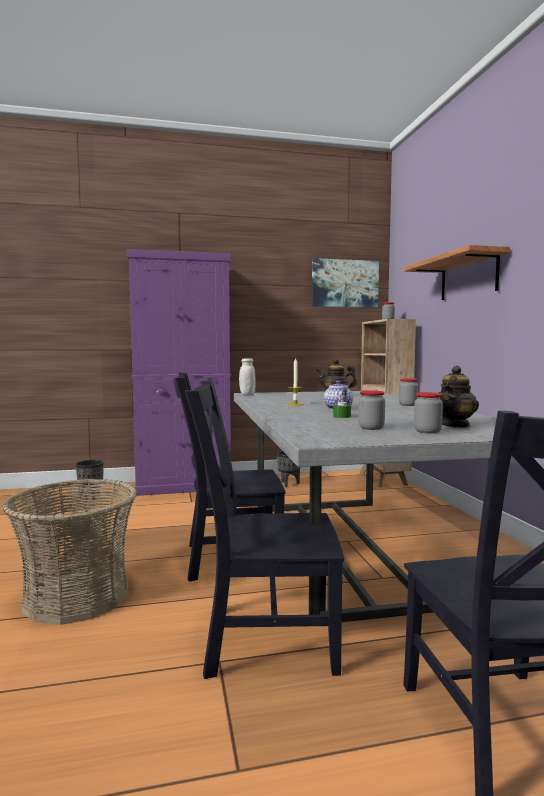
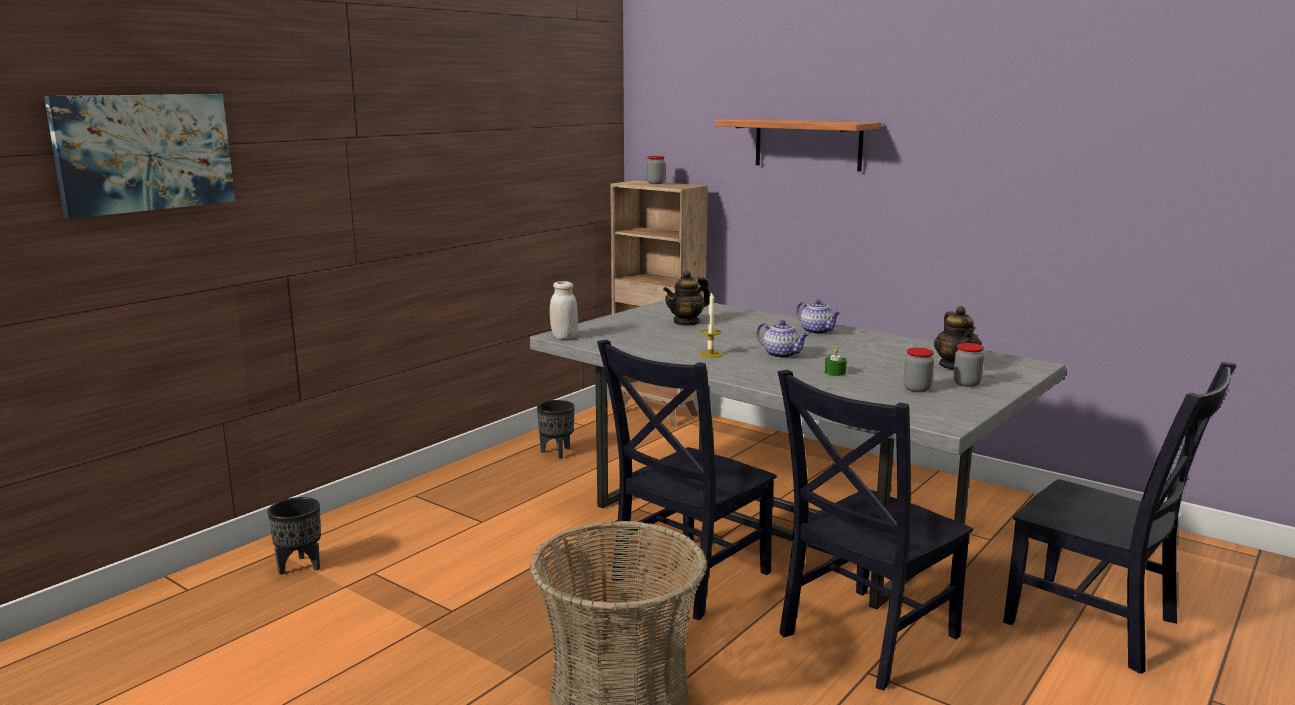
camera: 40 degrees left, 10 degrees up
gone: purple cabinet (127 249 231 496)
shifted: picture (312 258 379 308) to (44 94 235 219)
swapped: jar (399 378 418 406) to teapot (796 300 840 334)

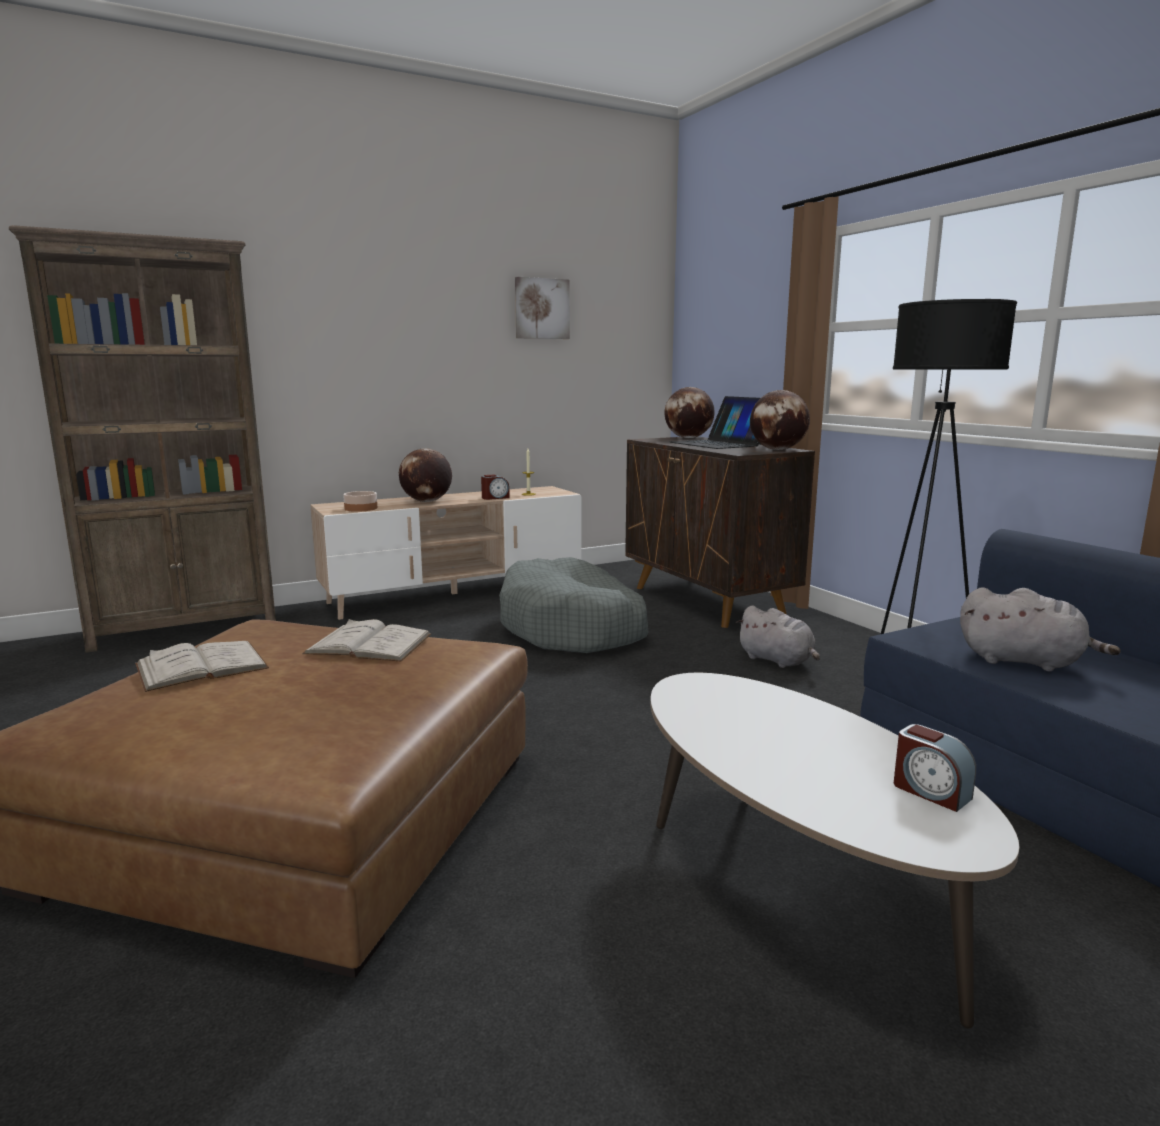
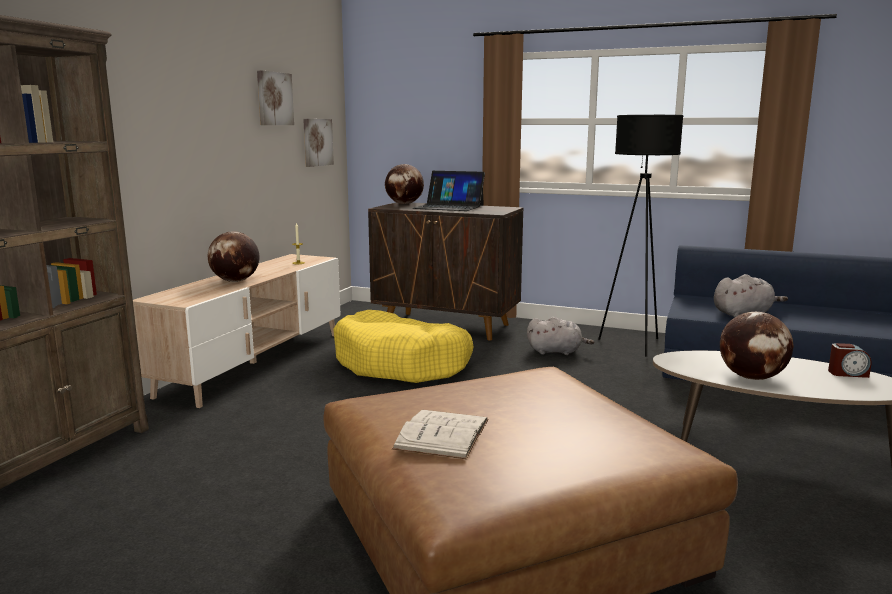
camera: 40 degrees left, 0 degrees up
gone: white book (302 619 431 662); bowl (343 491 377 512); alarm clock (481 474 510 500)
new: picture (303 119 334 167)
shifted: globe (750 390 810 450) to (720 312 794 380)
repainted: grey dog bed (499 557 648 653) to yellow dog bed (333 310 474 383)

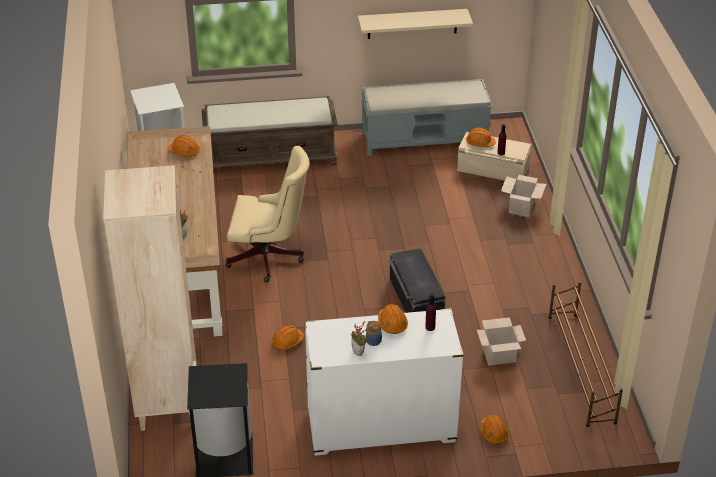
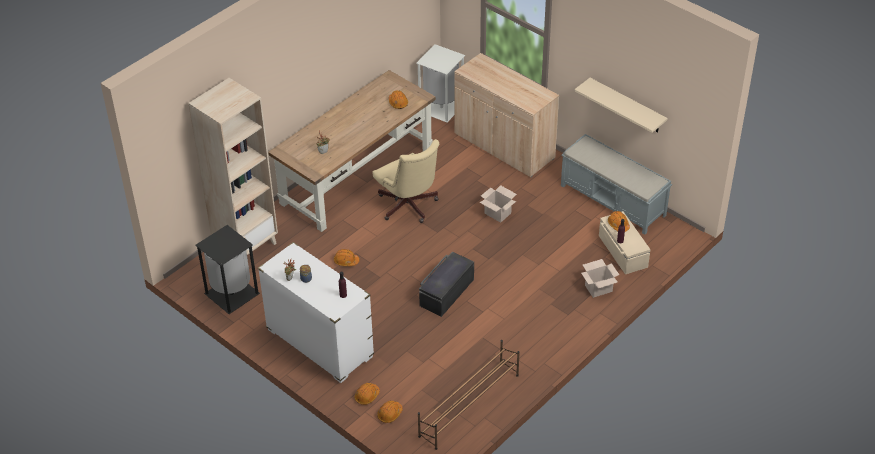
camera: 50 degrees right, 5 degrees up
shifted: orange hard hat (378 304 408 334) to (377 401 403 423); cardboard box (477 317 526 366) to (480 185 517 223)
swapped: brown bench (202 96 338 174) to beige cabinet (454 53 559 177)

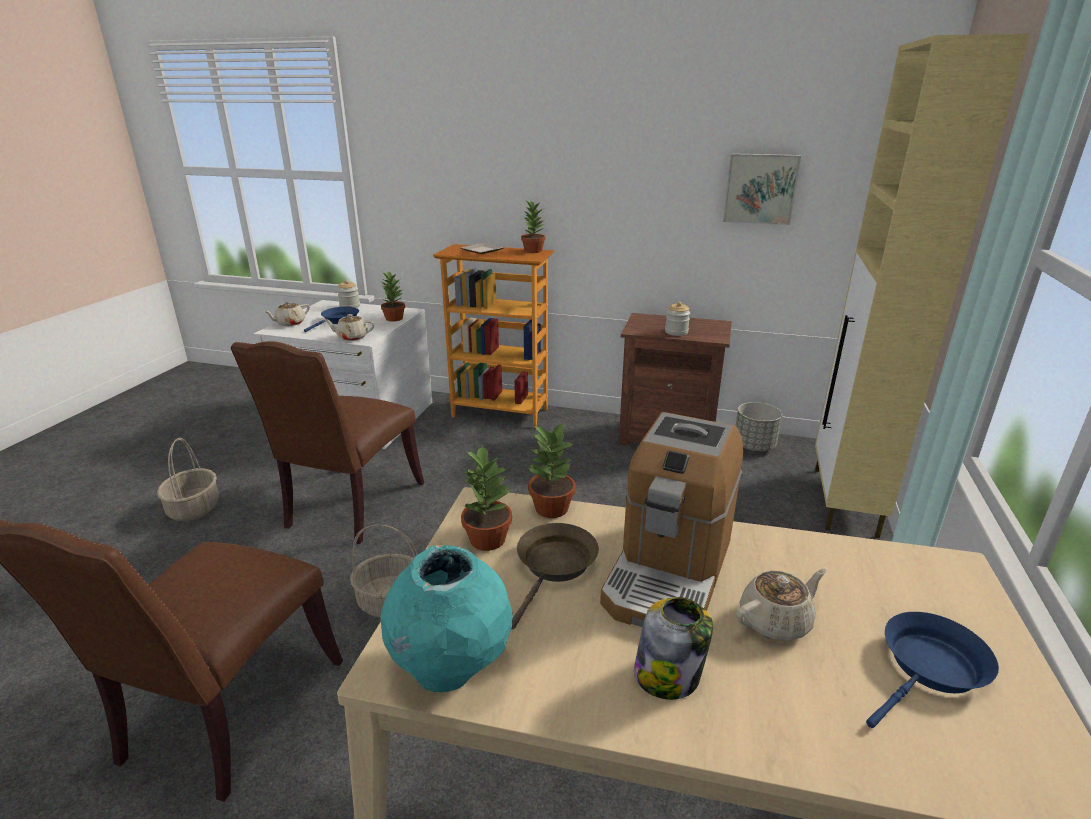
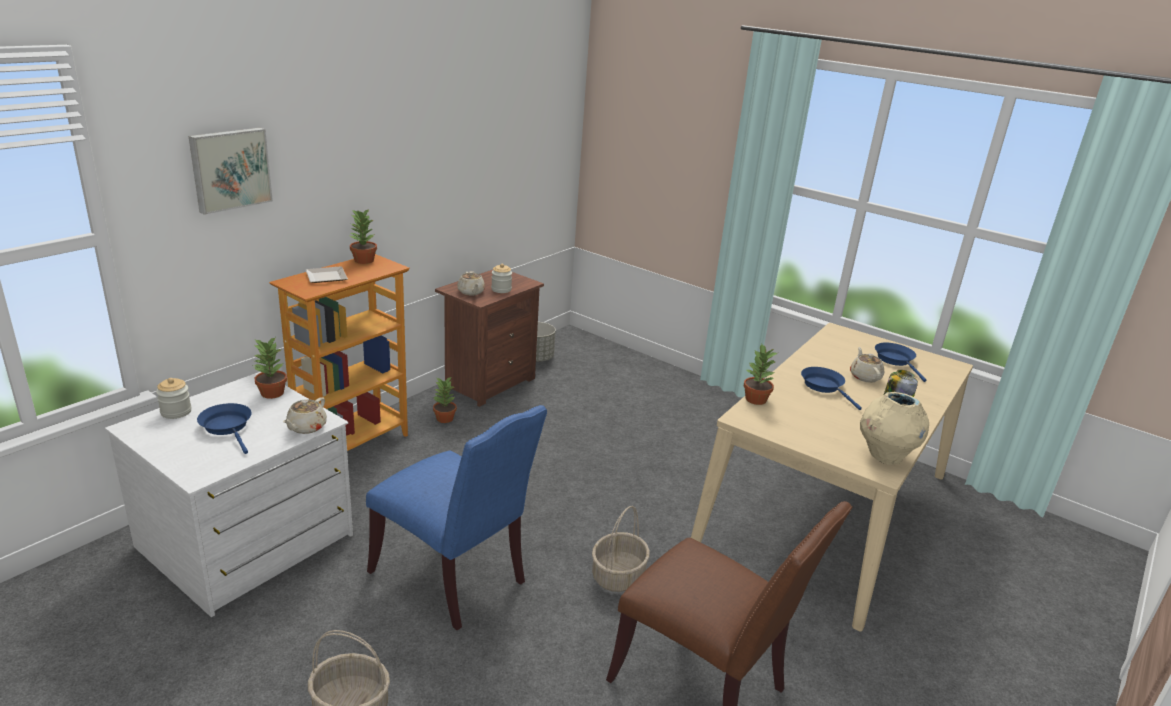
camera: 70 degrees left, 0 degrees up
gone: brown frying pan (511 523 599 629); beige cabinet (815 33 1030 538)
shifted: beige teapot (263 301 310 326) to (457 271 485 295); potted plant (461 444 512 551) to (433 378 457 423); picture (723 153 801 225) to (189 128 273 215)
swapped: coffee machine (600 412 743 627) to blue frying pan (801 367 862 410)
repainted: brown chair (231 341 424 544) to blue chair (366 405 547 630); turquoise vase (380 545 513 692) to beige vase (860 392 929 465)

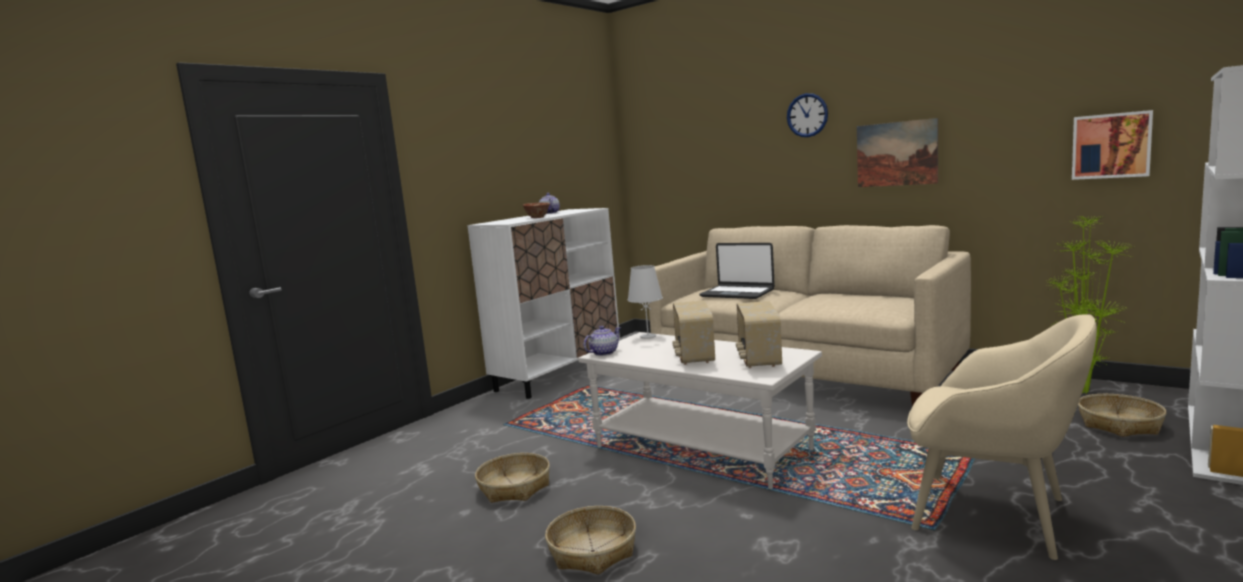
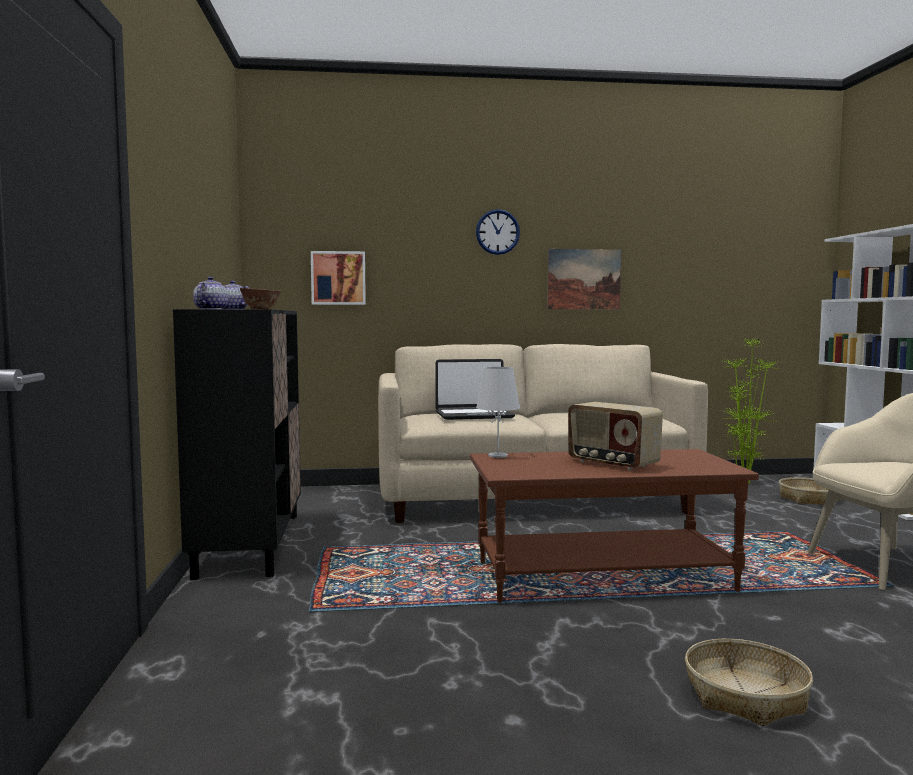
camera: 45 degrees left, 5 degrees down
gone: basket (475 453 550 503); radio (736 301 782 368)
shifted: teapot (584 326 620 356) to (193 277 228 309); picture (1072 110 1153 180) to (311 251 366 305)
repainted: white cabinet (467 208 620 399) to black cabinet (173 309 301 580); white coffee table (578 332 822 489) to brown coffee table (470 449 759 603)

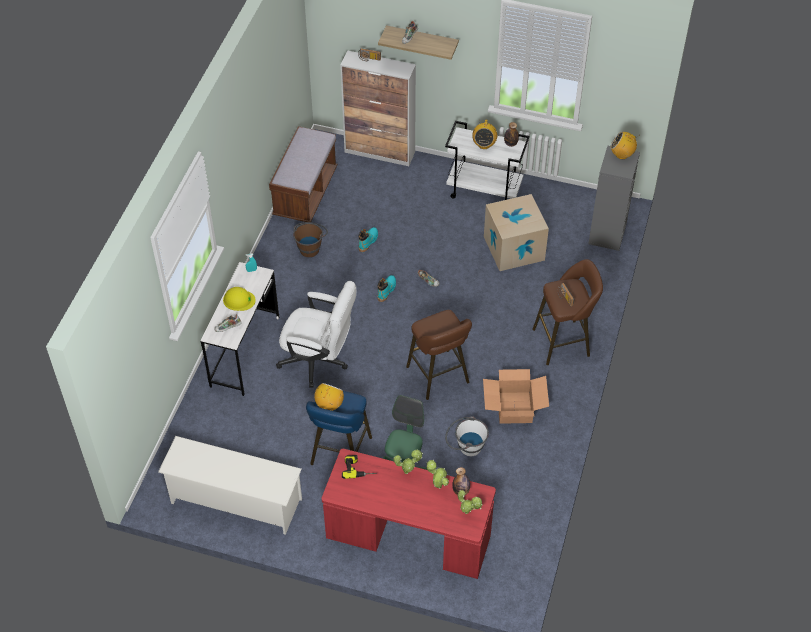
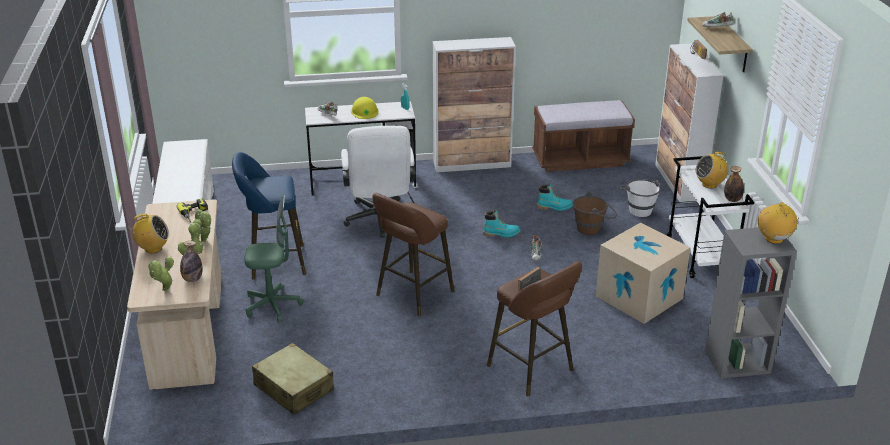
camera: 65 degrees right, 20 degrees down
gone: cardboard box (483 369 549 424)
new: beige suitcase (252 343 334 415); cabinet (433 37 516 172)
shifted: brown bucket (293 222 328 257) to (573 192 617 235); radio (314 383 344 411) to (132 213 169 253); white bucket (445 416 489 456) to (619 179 661 217)
repainted: red desk (321 449 496 579) to beige desk (127 199 222 390)

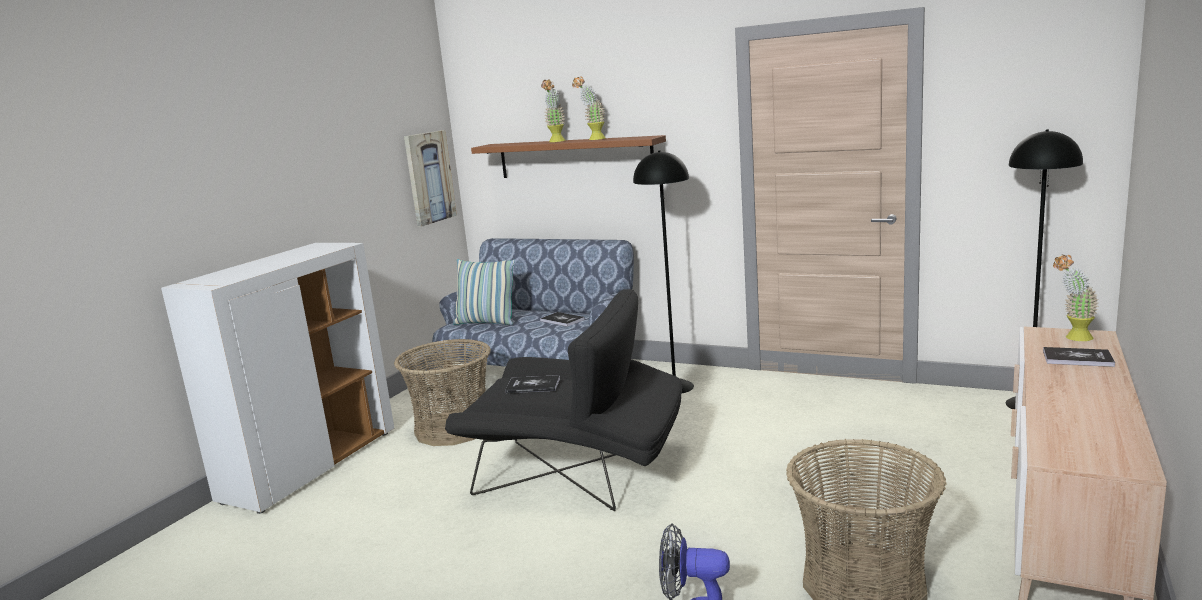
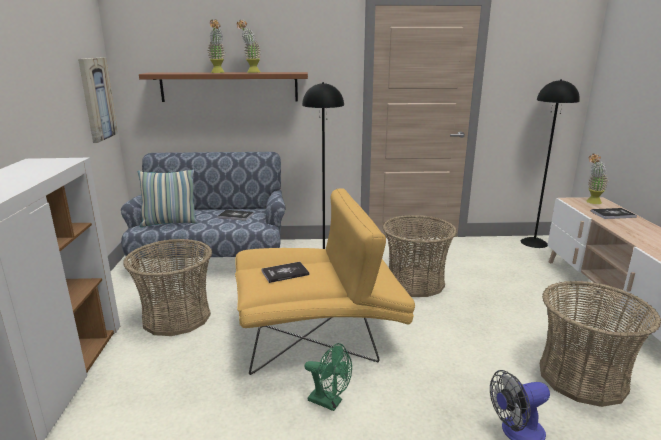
camera: 30 degrees left, 5 degrees up
new: green fan (304 343 352 411); basket (382 215 457 297)
repainted: black armchair (445 289 682 511) to yellow armchair (235 188 415 375)

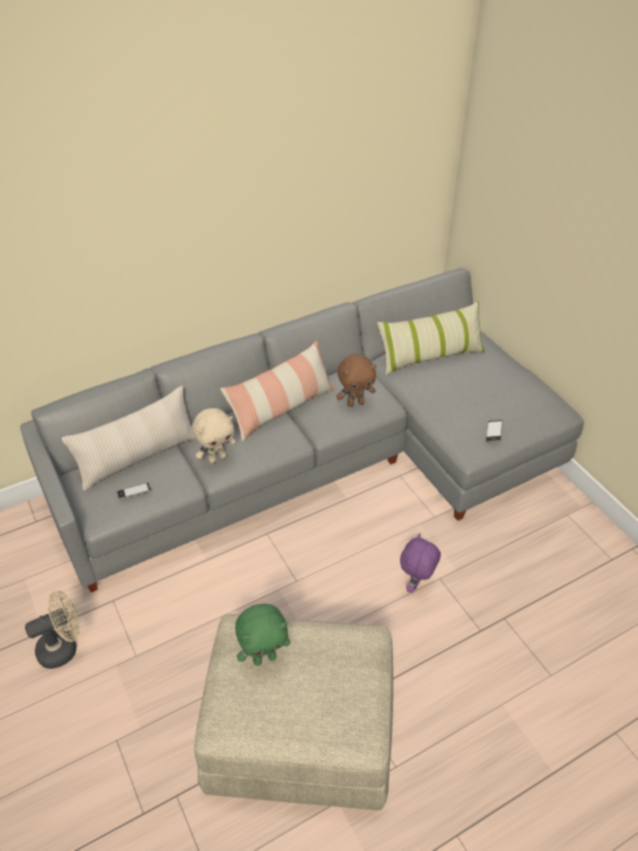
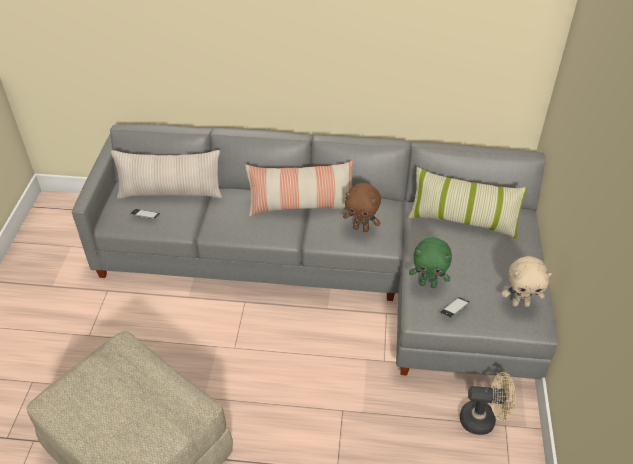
camera: 35 degrees right, 0 degrees up
gone: purple plush toy (400 533 441 593)
shifted: beige fan (25 590 80 669) to (460 372 516 435); beige plush toy (192 408 236 463) to (502 256 552 307); green plush toy (235 604 290 666) to (409 237 452 288)

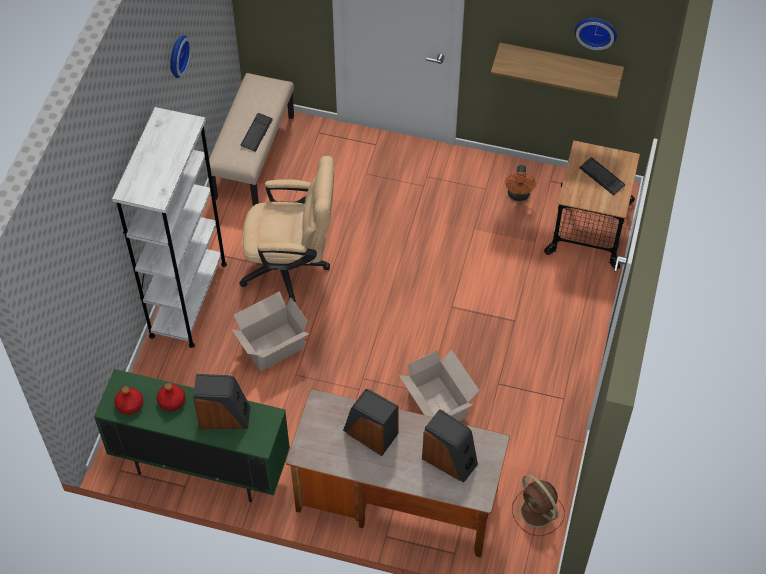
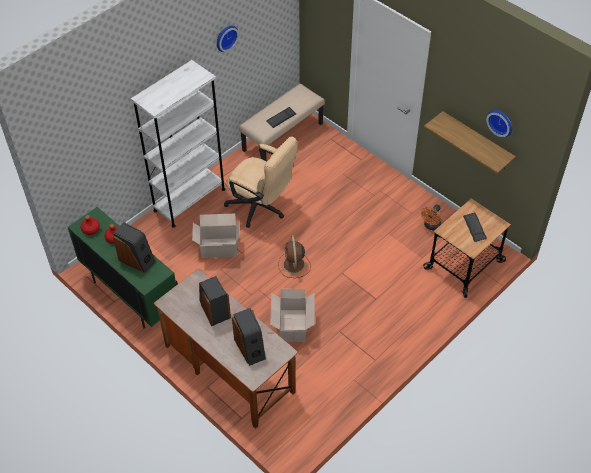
camera: 30 degrees right, 5 degrees down
shifted: brown fan (512 474 565 536) to (278 235 311 278)

